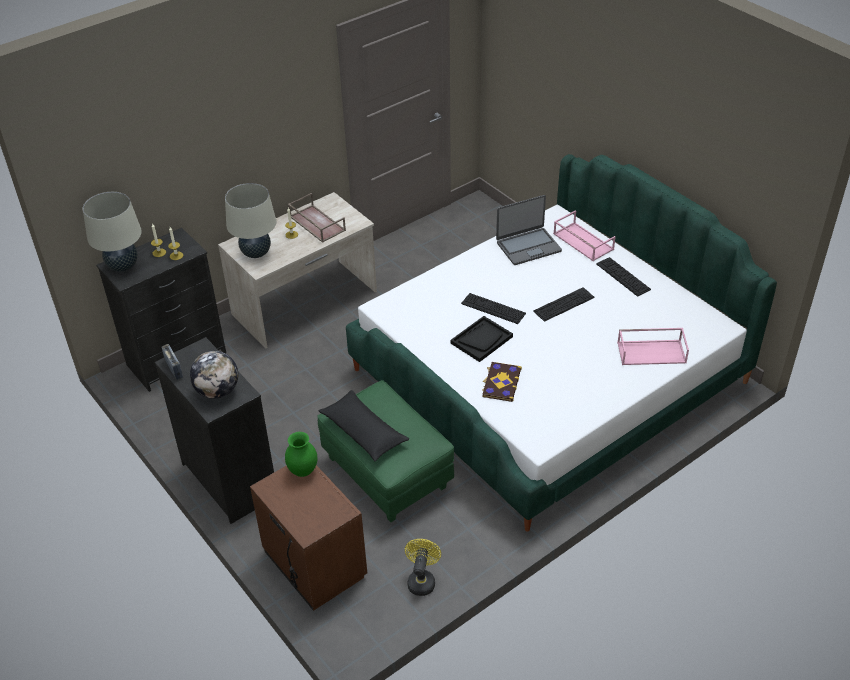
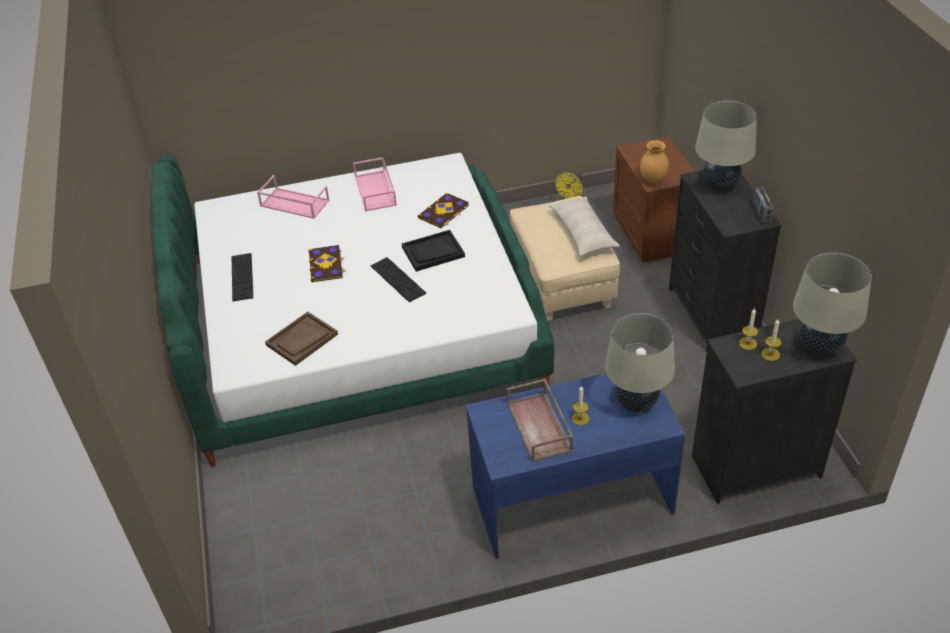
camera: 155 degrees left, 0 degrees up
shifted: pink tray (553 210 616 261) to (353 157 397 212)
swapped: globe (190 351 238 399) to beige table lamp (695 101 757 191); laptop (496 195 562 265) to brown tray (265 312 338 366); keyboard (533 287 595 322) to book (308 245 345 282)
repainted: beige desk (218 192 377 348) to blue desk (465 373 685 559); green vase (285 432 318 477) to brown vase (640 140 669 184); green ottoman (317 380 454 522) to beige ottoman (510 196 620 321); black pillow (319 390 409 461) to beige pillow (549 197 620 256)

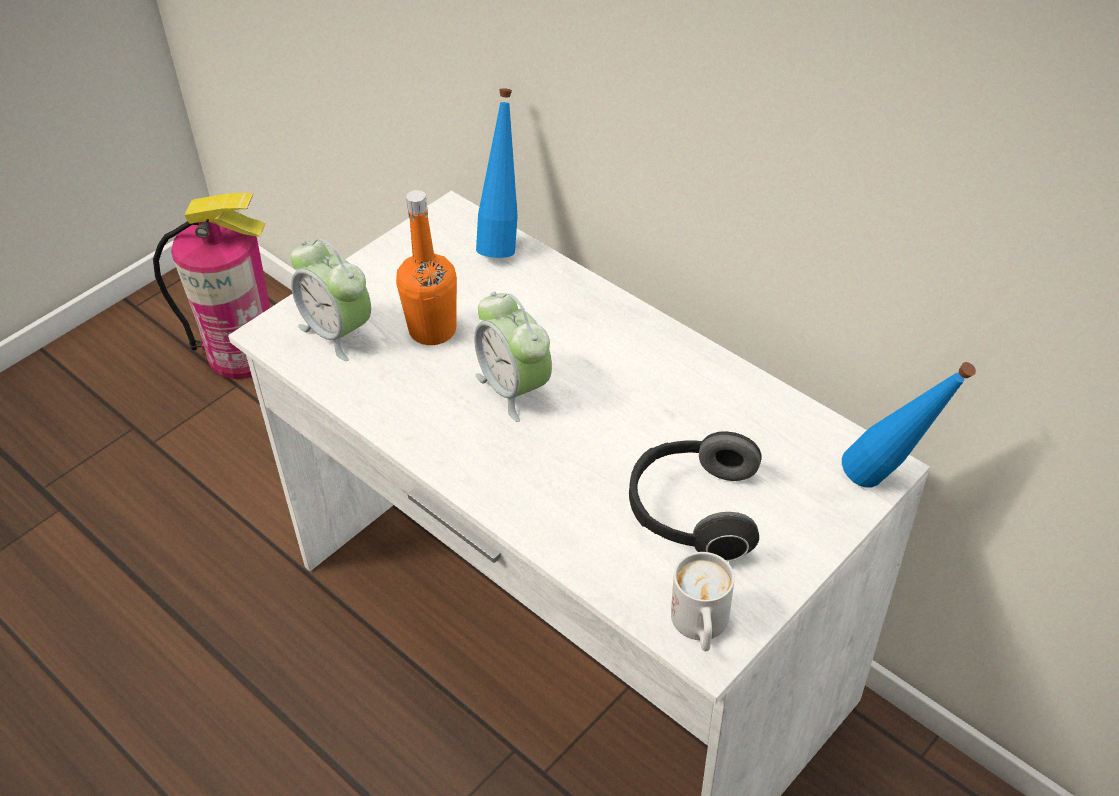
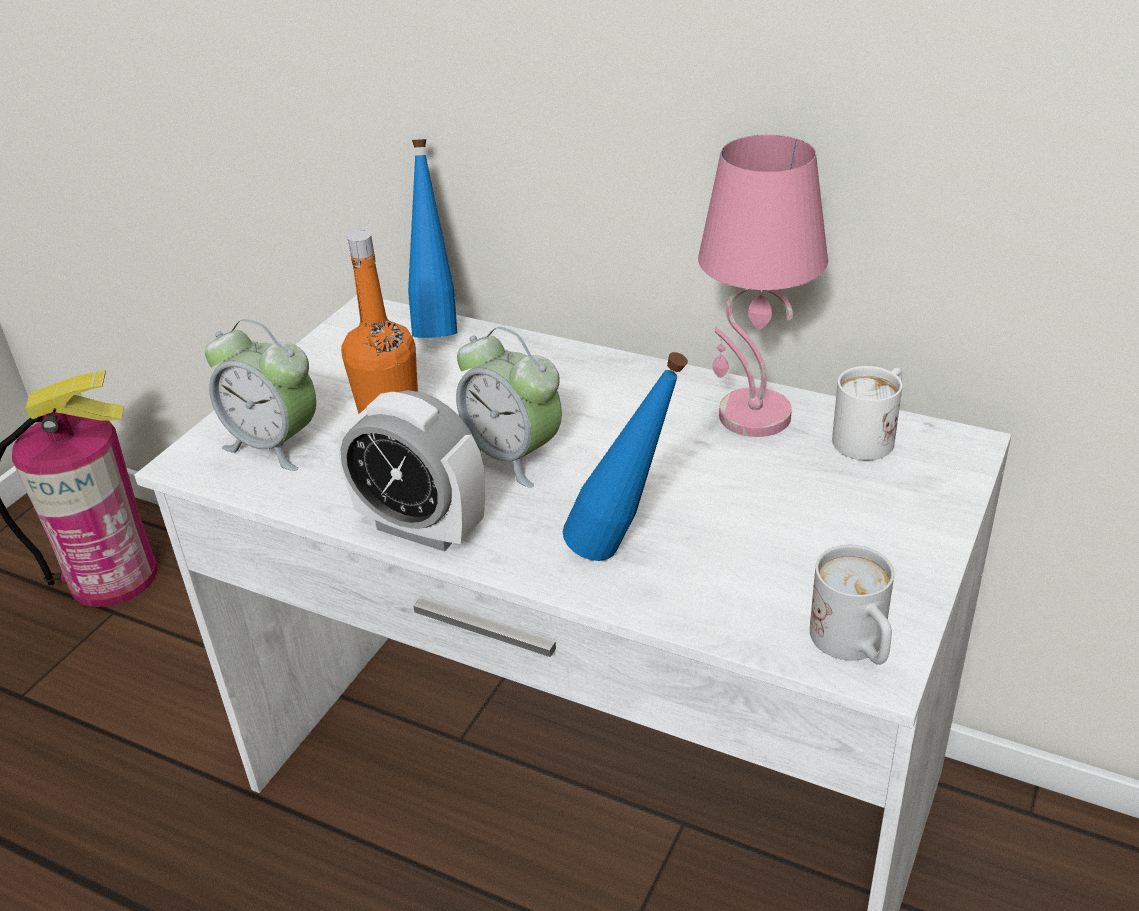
camera: 15 degrees left, 10 degrees down
gone: headphones (629 431 761 561)
new: alarm clock (338 390 485 552); pink table lamp (698 135 828 437); white mug (832 366 902 460)
shifted: blue bottle (842 362 976 488) to (563 352 688 561)

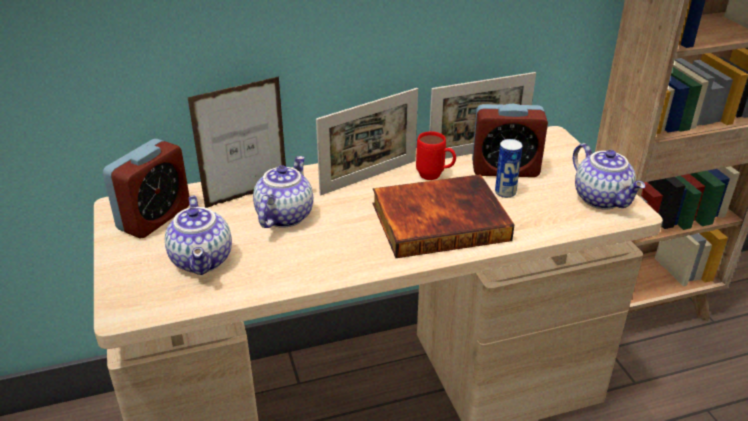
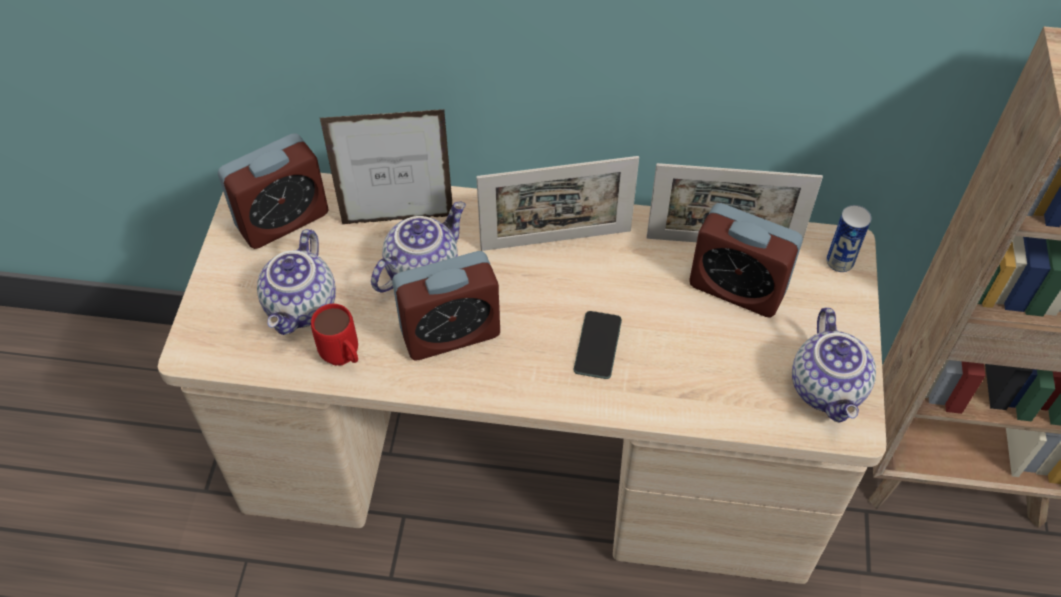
camera: 25 degrees right, 20 degrees up
new: alarm clock (392 251 500 360)
shifted: red mug (416 131 456 180) to (311 304 358 365); can (495 139 523 198) to (826 205 871 272)
swapped: book (373 174 515 258) to phone (574 311 622 379)

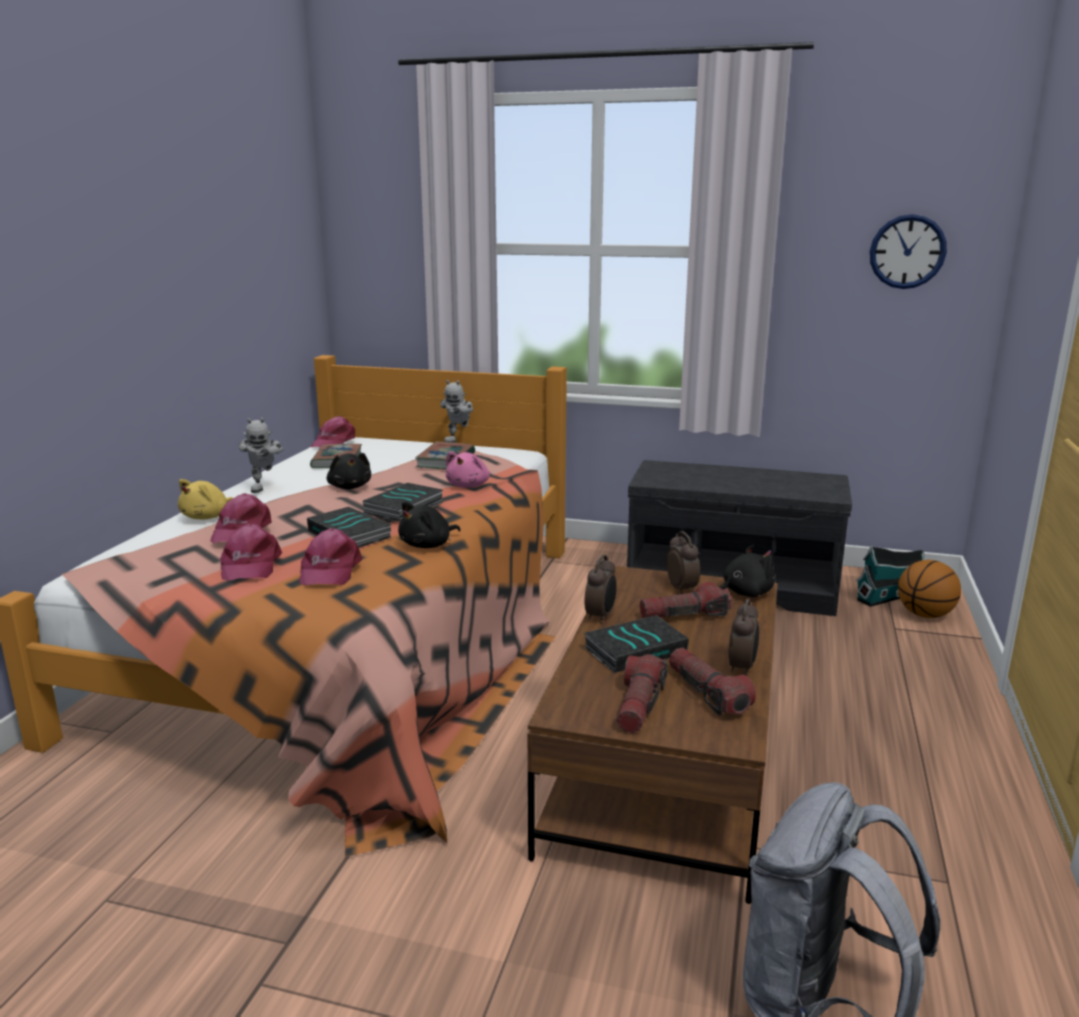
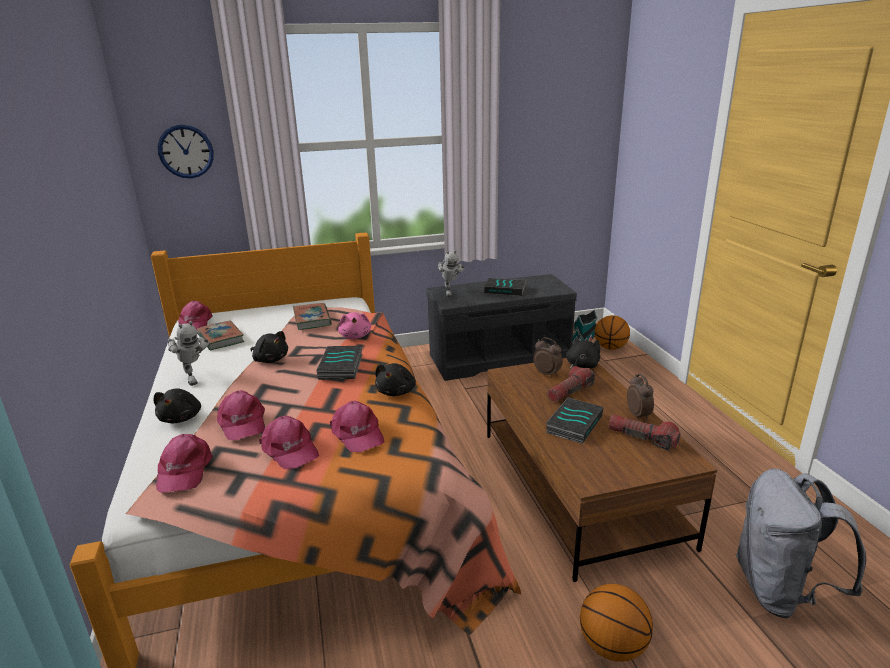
camera: 30 degrees left, 5 degrees up
gone: alarm clock (584 555 617 623); flashlight (617 654 668 733)
new: pink cap (156 434 213 493); basketball (580 584 653 662)
shifted: book (307 507 391 548) to (484 278 527 296); toy robot (440 380 473 443) to (437 250 465 297); wall clock (870 214 947 289) to (158 124 214 178)
repainted: yellow plush toy (178 479 233 519) to black plush toy (153 388 201 423)

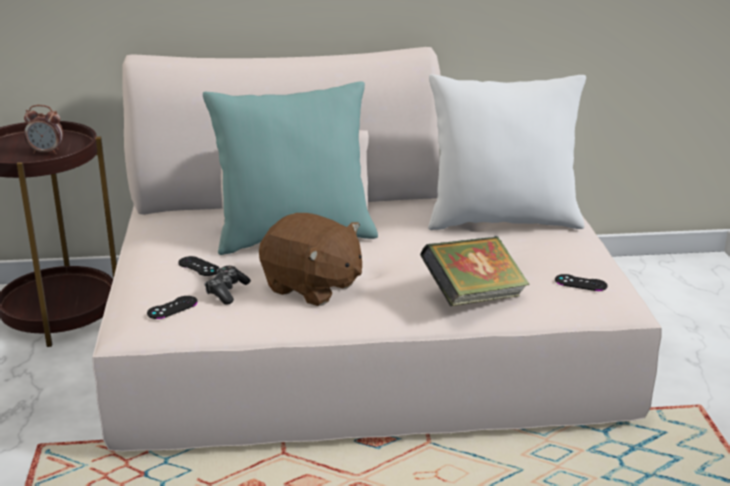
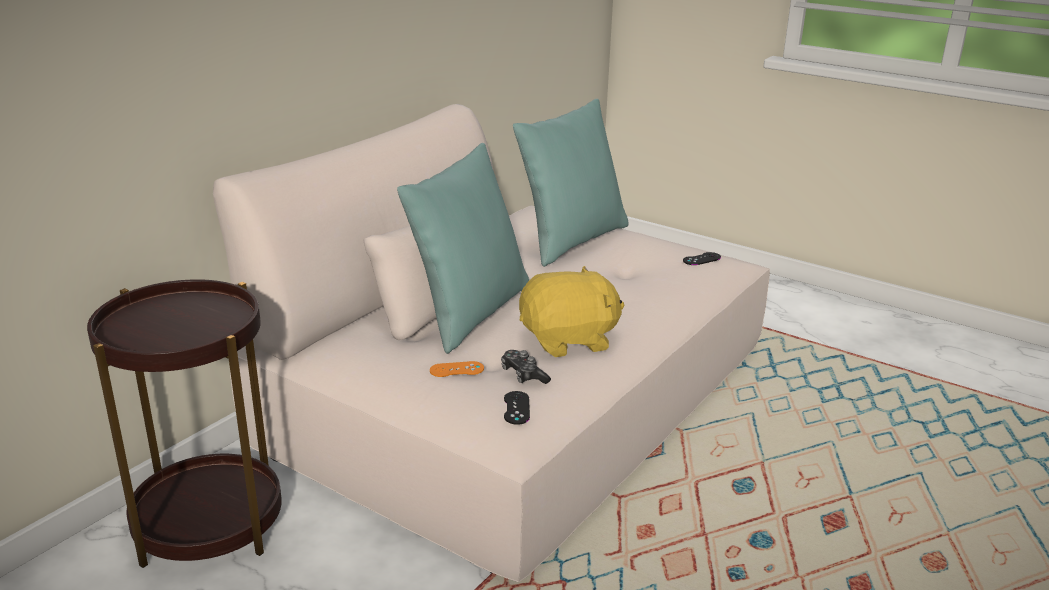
camera: 50 degrees left, 0 degrees up
gone: alarm clock (24 105 63 155); book (420 236 530 306)
repainted: black game controller (179 256 220 276) to orange game controller (430 361 484 377); brown plush toy (259 213 362 306) to yellow plush toy (519 266 624 357); white pillow (428 74 586 230) to turquoise pillow (513 99 629 267)

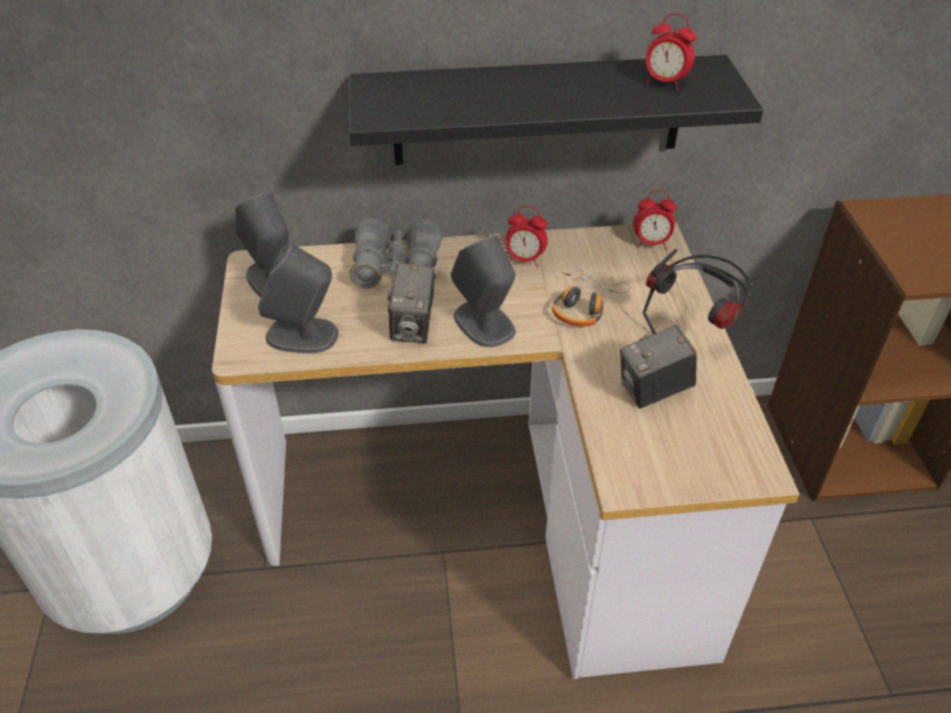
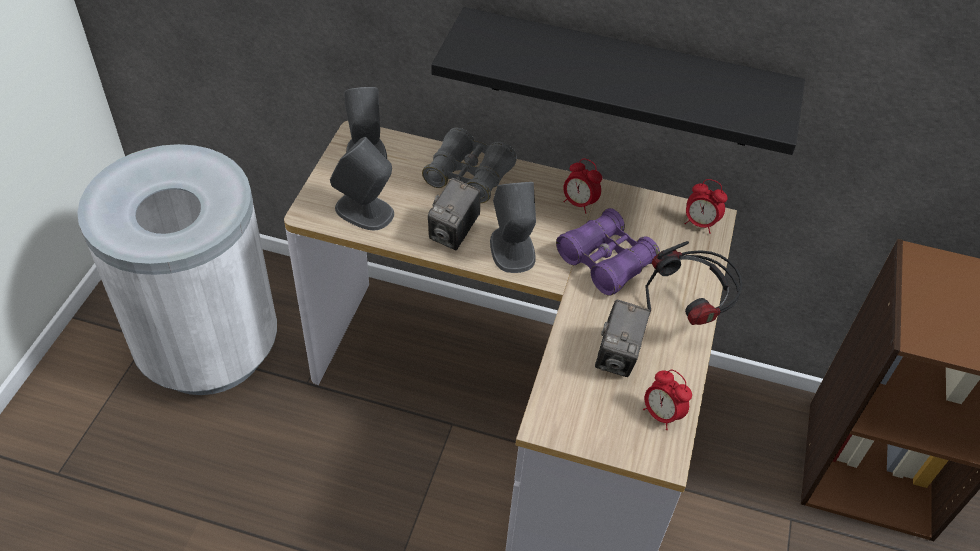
camera: 20 degrees right, 5 degrees up
shifted: alarm clock (646 13 696 90) to (643 370 692 430)
swapped: headphones (552 270 630 327) to purple binoculars (556 208 660 296)
rotated: photo camera (620 325 697 408) = (595 300 651 377) 75 degrees counterclockwise

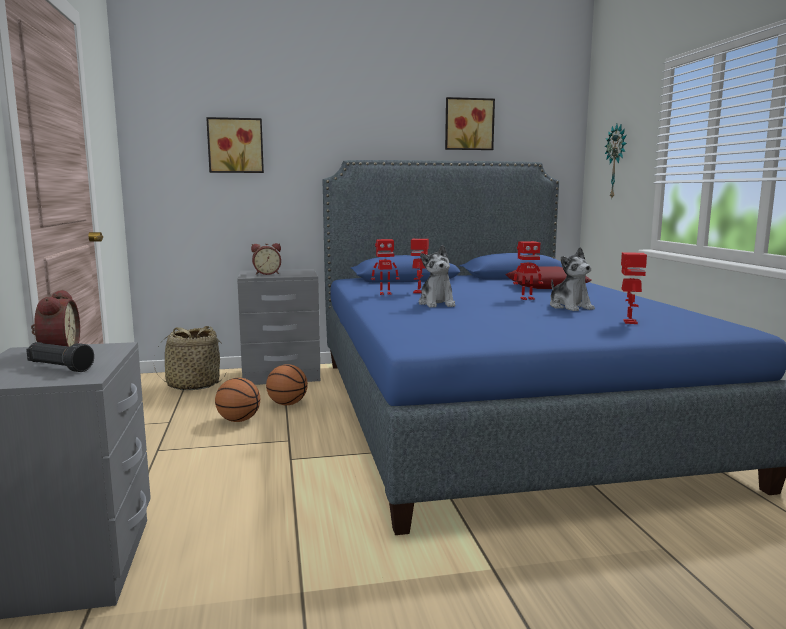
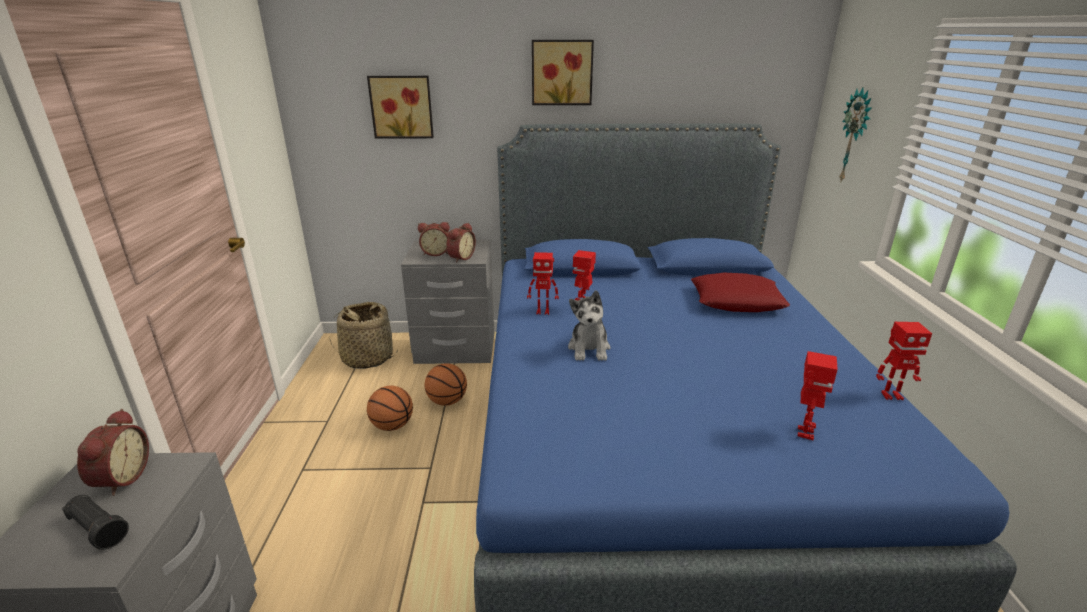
camera: 10 degrees right, 15 degrees up
gone: plush toy (550 247 595 311)
new: alarm clock (446 223 476 263)
shifted: picture (445 97 495 150) to (532 40 594 105); toy robot (513 241 543 300) to (876 322 932 400)

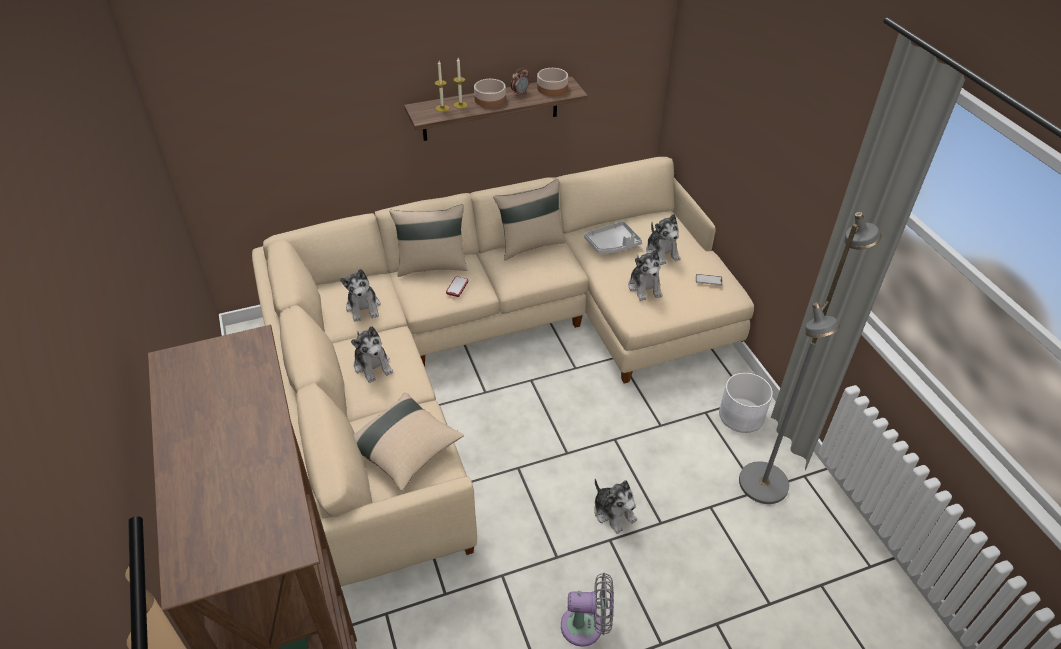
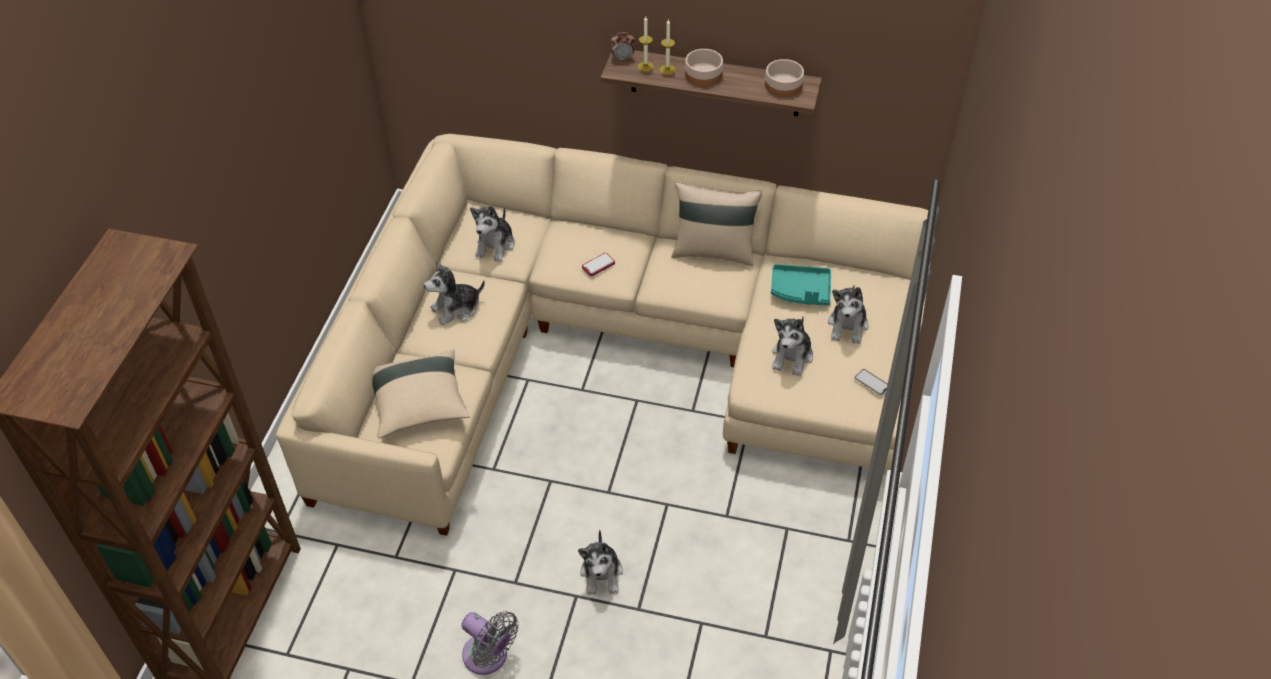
camera: 35 degrees right, 5 degrees up
gone: beige pillow (389 204 467 277); white planter (719 372 773 433); grey floor lamp (739 212 882 504)
shifted: alarm clock (510 68 530 95) to (611 32 635 61)
repainted: grey tray (584 221 642 254) to turquoise tray (771 264 831 306)
rotated: plush toy (351 326 393 383) = (424 260 485 325) 60 degrees clockwise

